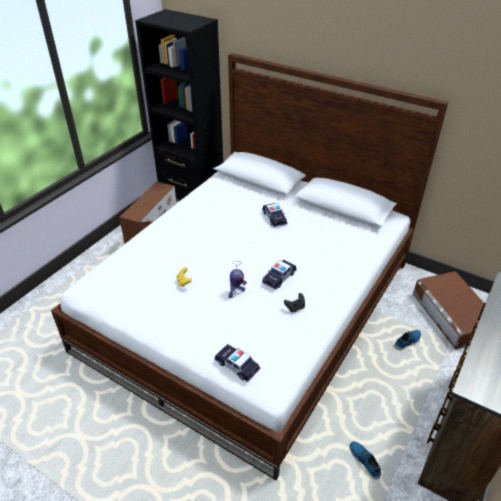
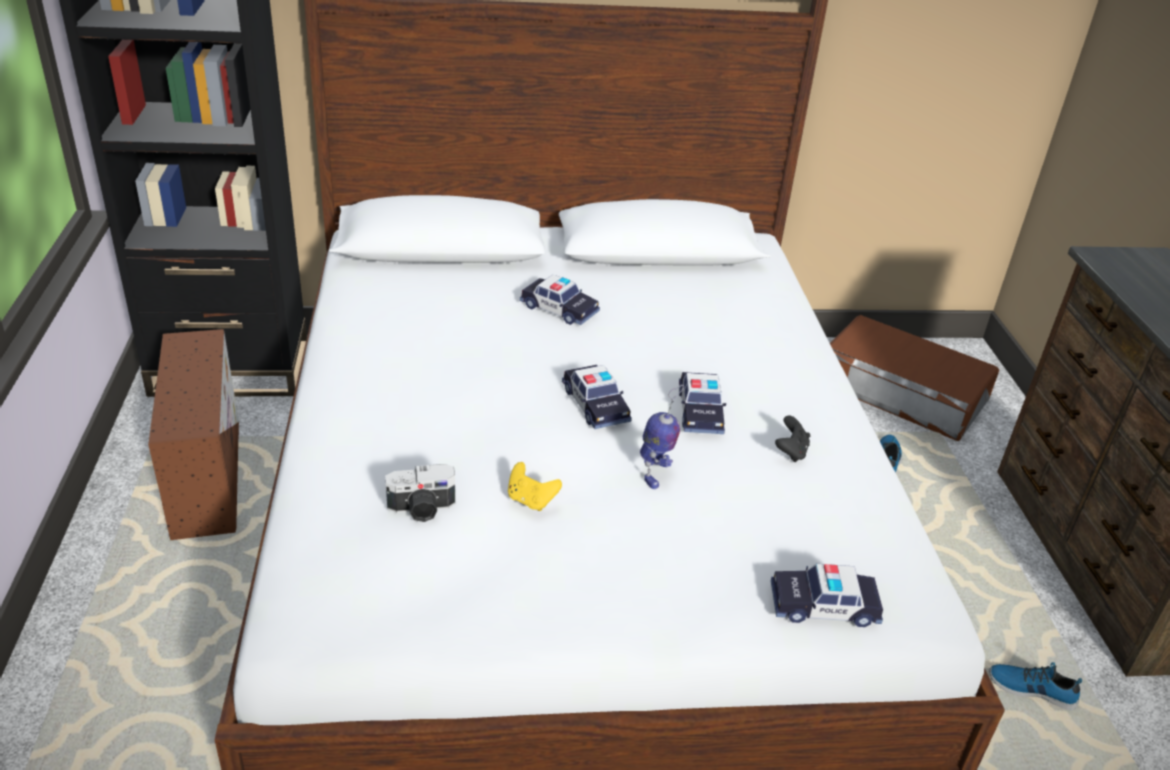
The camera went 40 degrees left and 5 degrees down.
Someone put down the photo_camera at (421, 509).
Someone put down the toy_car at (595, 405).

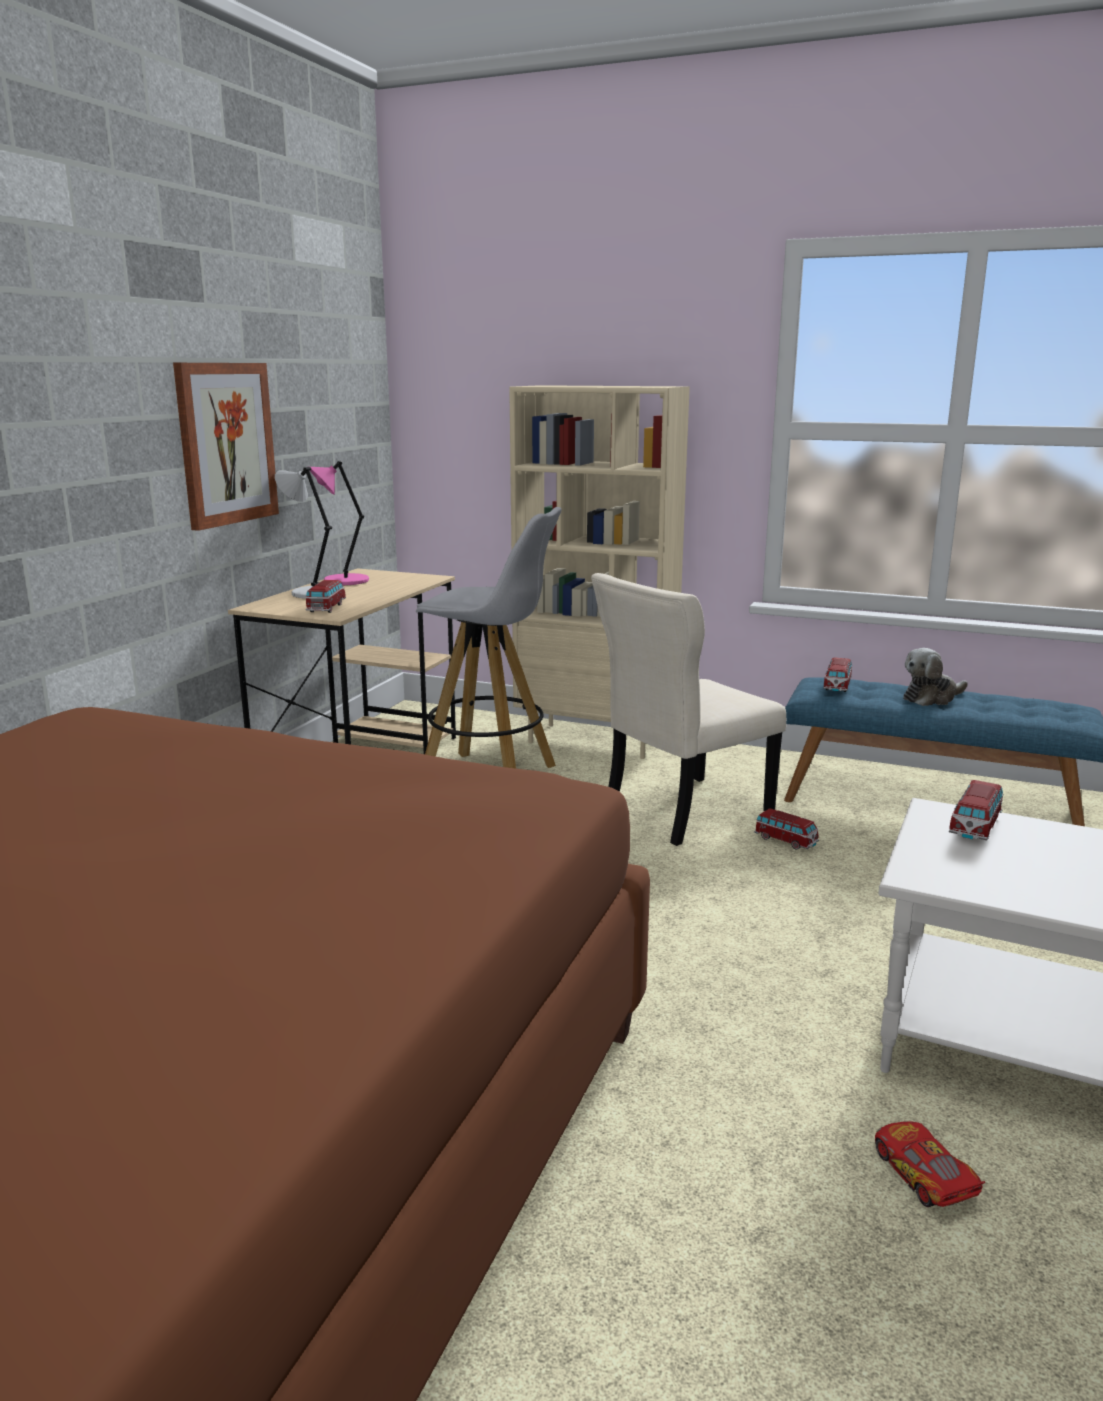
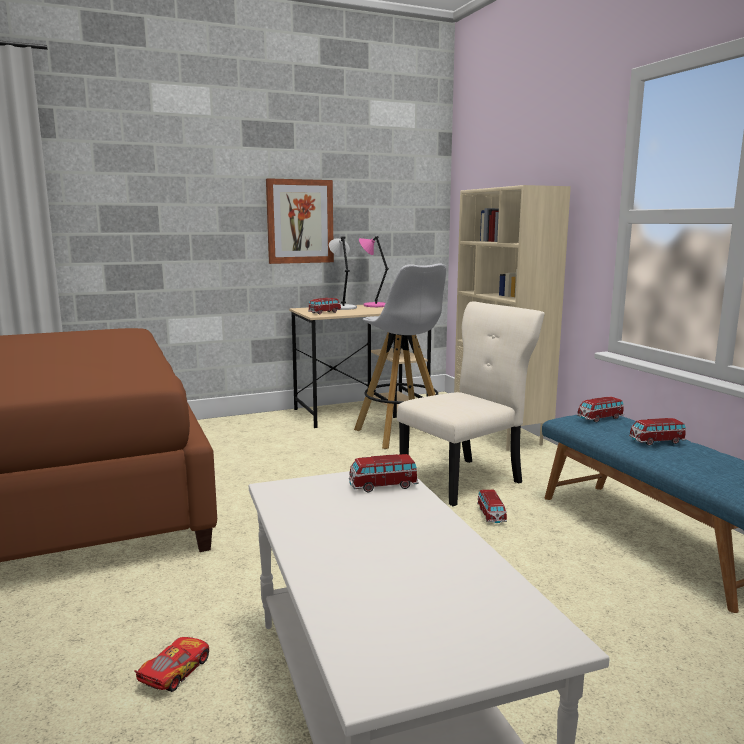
The camera went 45 degrees right and 5 degrees down.
Someone rotated the beige_chair at (682, 811) by 135 degrees clockwise.
Someone swapped the plush_toy at (931, 698) for the toy_car at (656, 441).

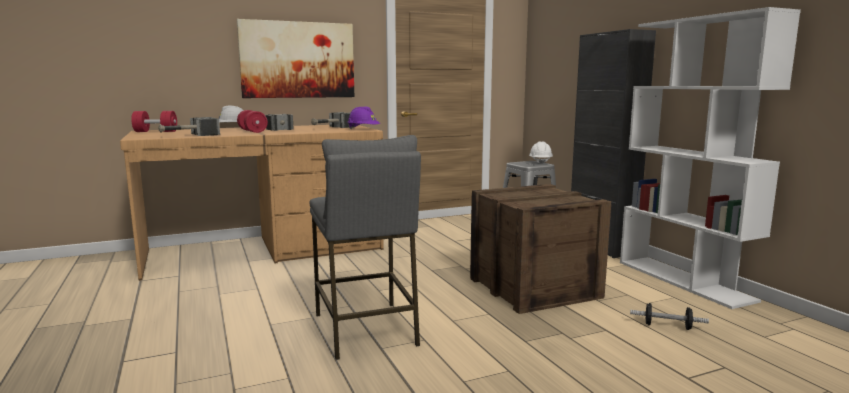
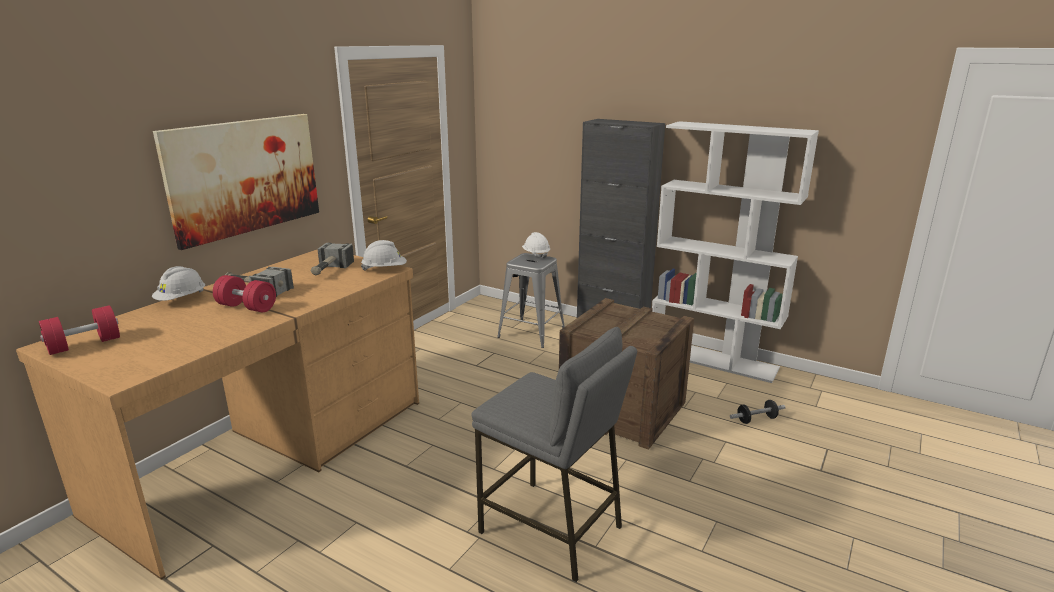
The camera went 35 degrees left and 10 degrees up.
Someone took away the hammer at (189, 135).
Someone repainted the purple_hard_hat at (363, 129), which became the white_hard_hat at (385, 270).

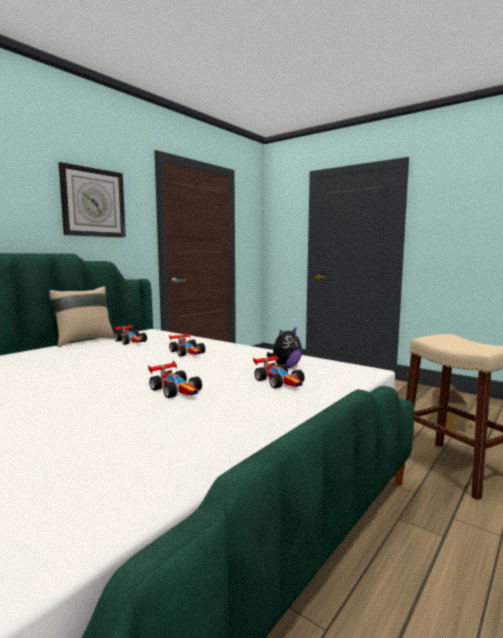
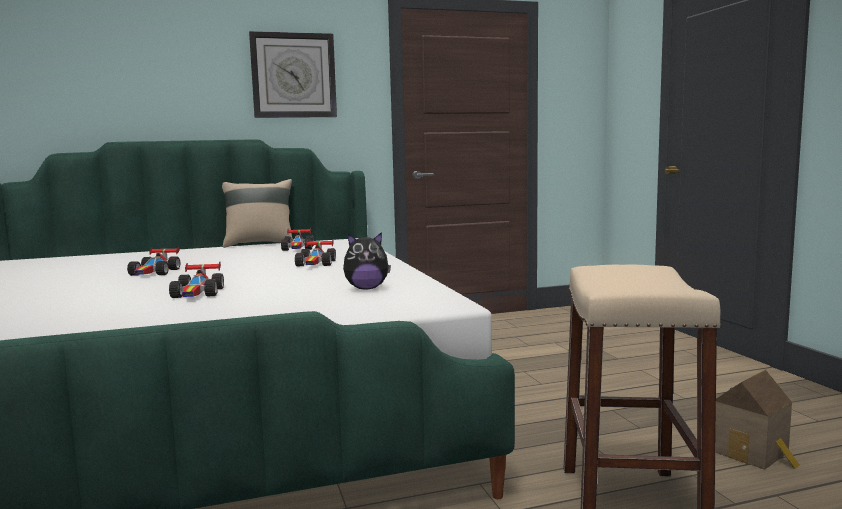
The camera went 35 degrees right and 0 degrees up.
Someone carried the toy_car from (280, 381) to (156, 272).

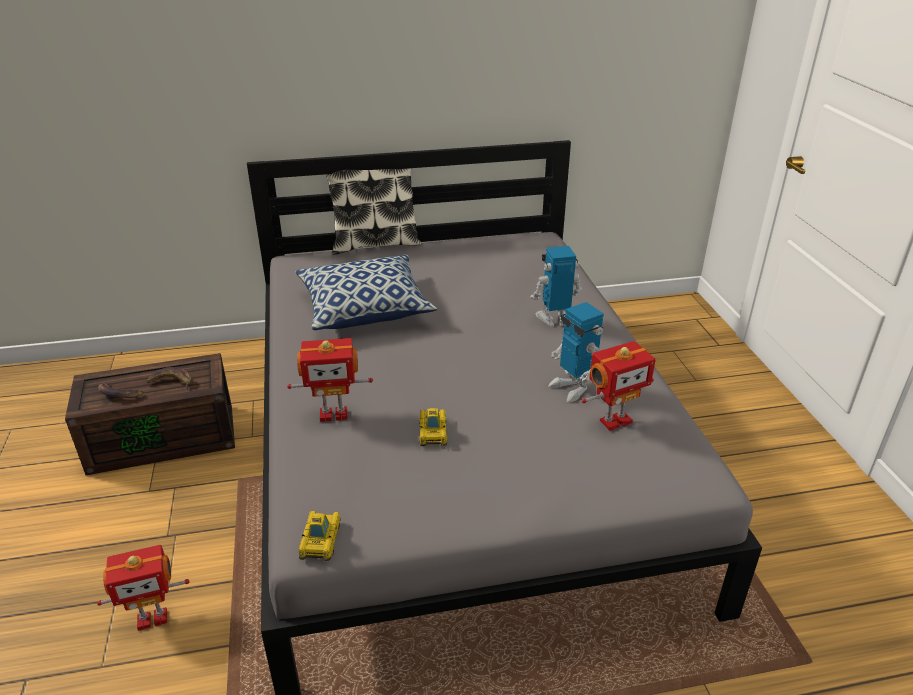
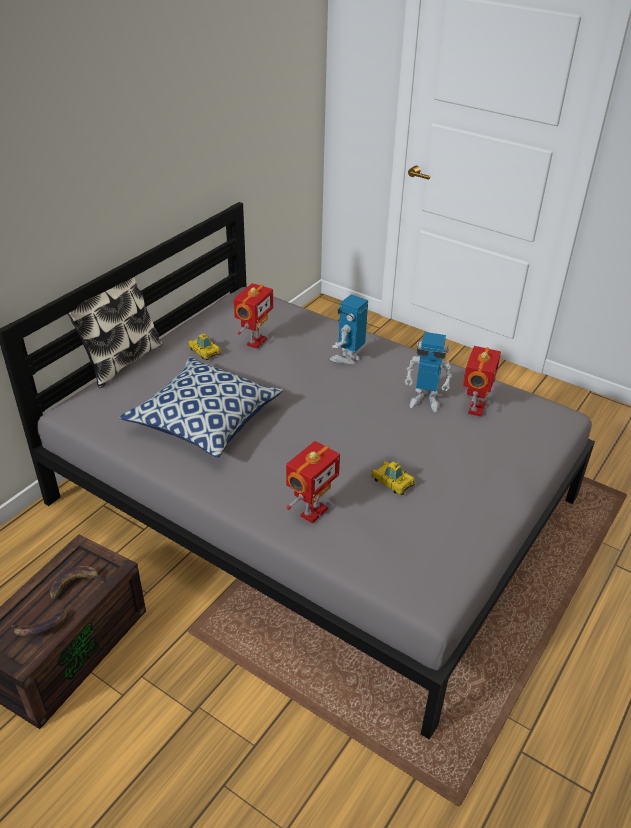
The camera went 45 degrees left and 5 degrees up.
Someone carried the toy_robot from (152, 617) to (255, 342).
Someone carried the toy_car from (320, 540) to (204, 351).

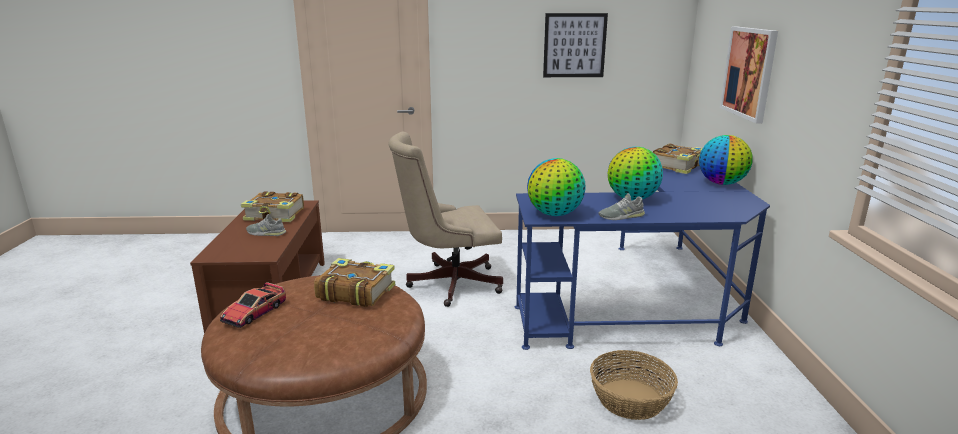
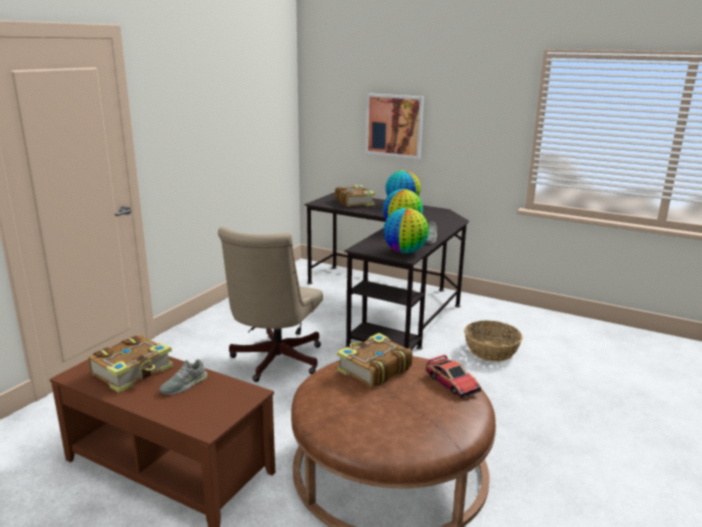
The camera went 60 degrees left and 0 degrees up.
Someone carried the toy_car from (254, 312) to (452, 383).
Someone repainted the blue_desk at (645, 300), which became the black_desk at (389, 304).
Someone took away the picture at (574, 45).

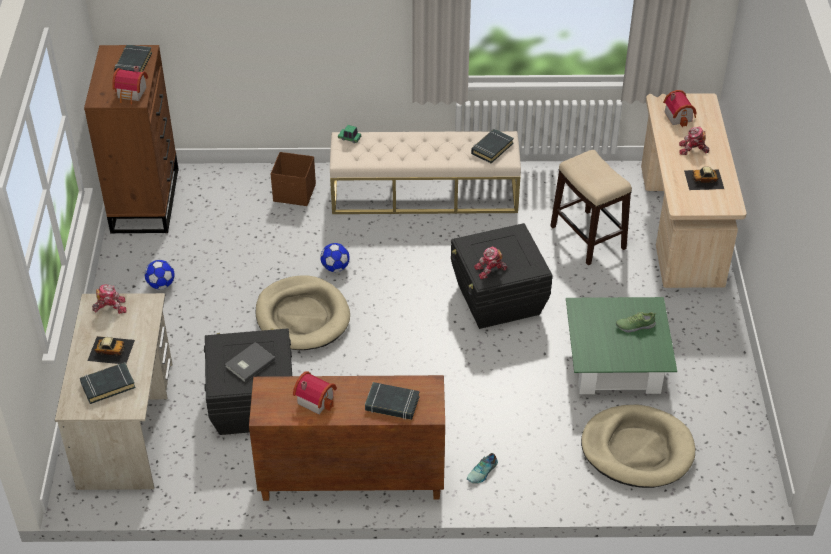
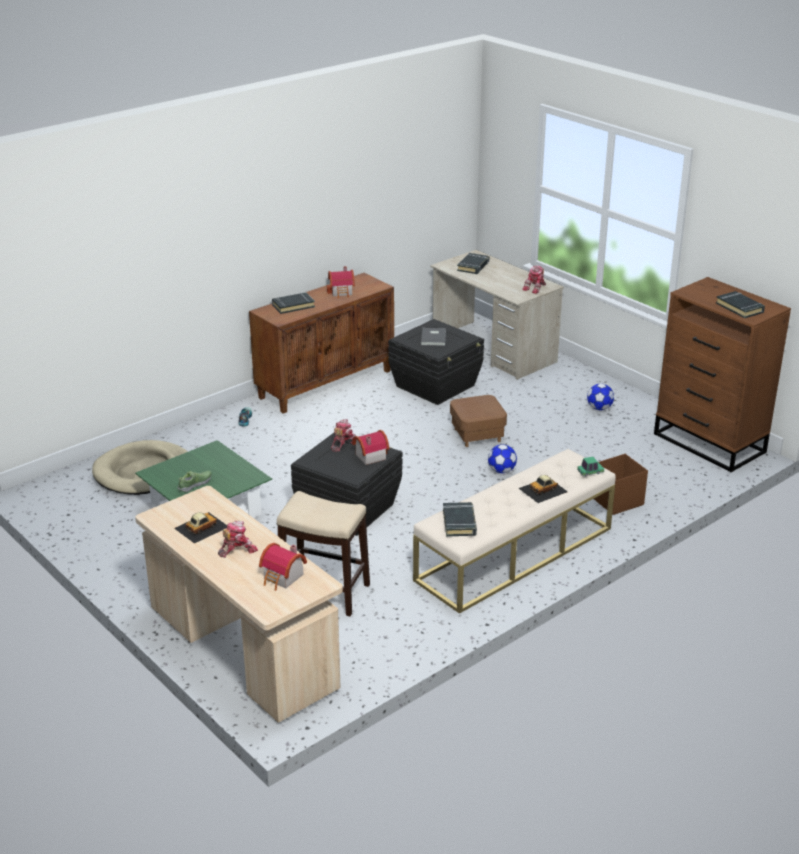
The camera went 140 degrees right and 15 degrees down.
Someone carried the toy_car from (111, 350) to (543, 490).
Someone carried the toy_house from (132, 94) to (369, 456).
Someone swapped the beige_dog_bed at (302, 316) for the brown_ottoman at (477, 435).

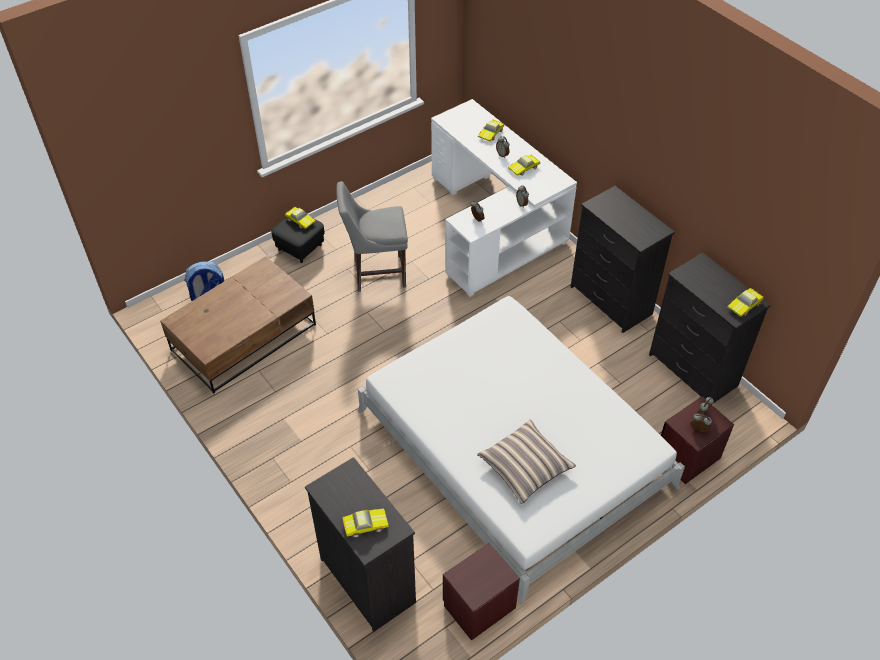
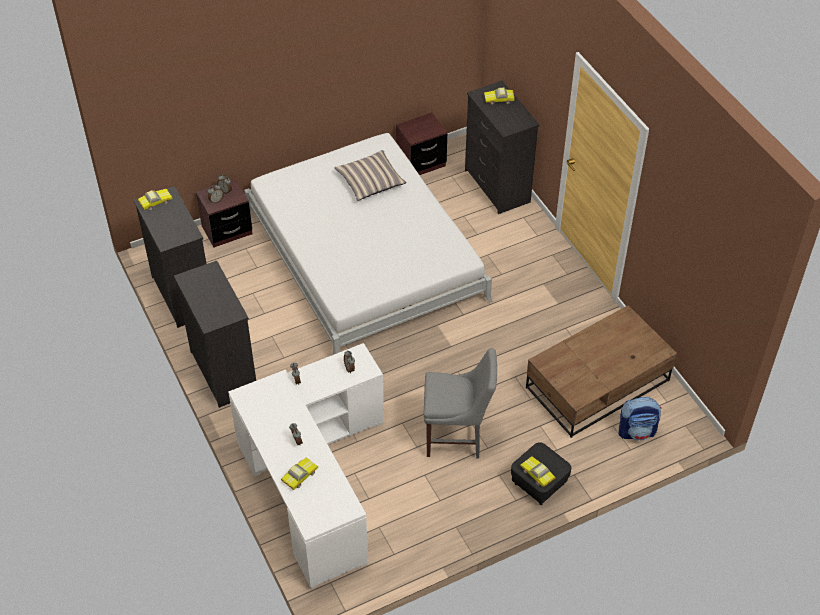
The camera went 170 degrees left and 0 degrees up.
Someone took away the toy_car at (524, 168).

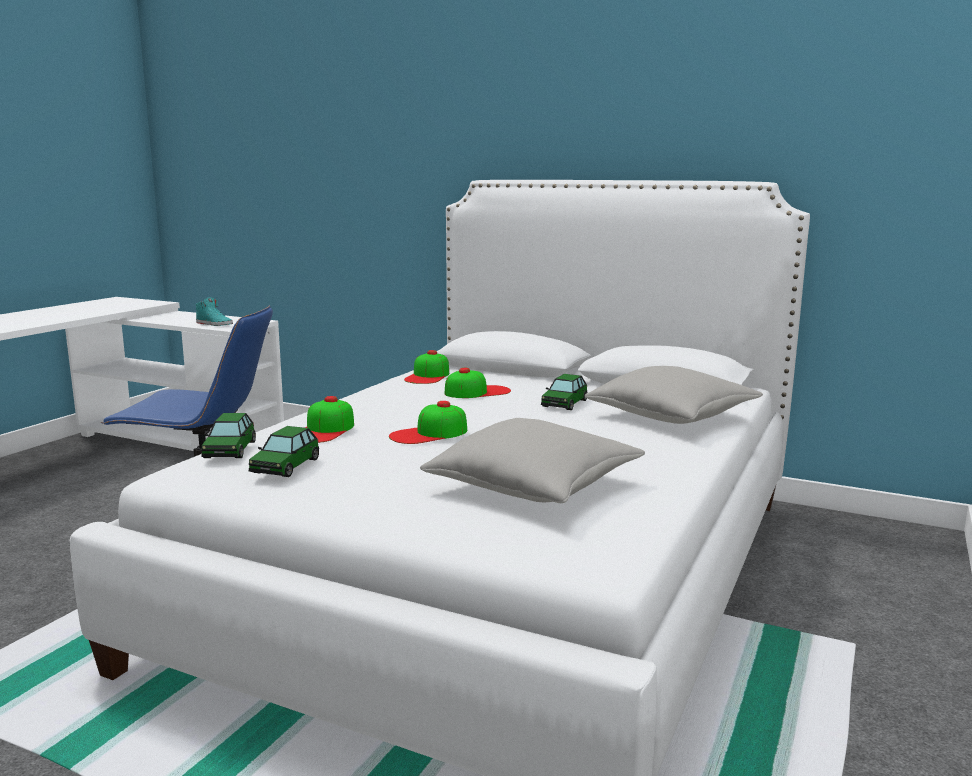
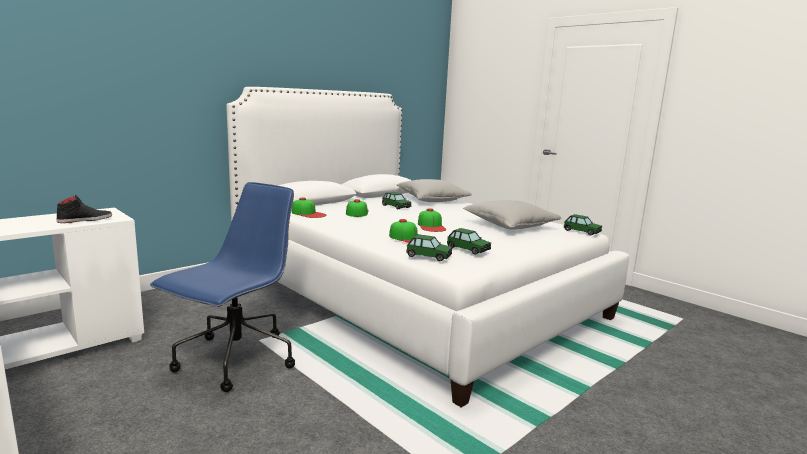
The camera went 70 degrees left and 0 degrees up.
Someone repainted the turquoise_shoe at (215, 324), which became the black_shoe at (85, 220).
Someone put down the toy_car at (582, 231).

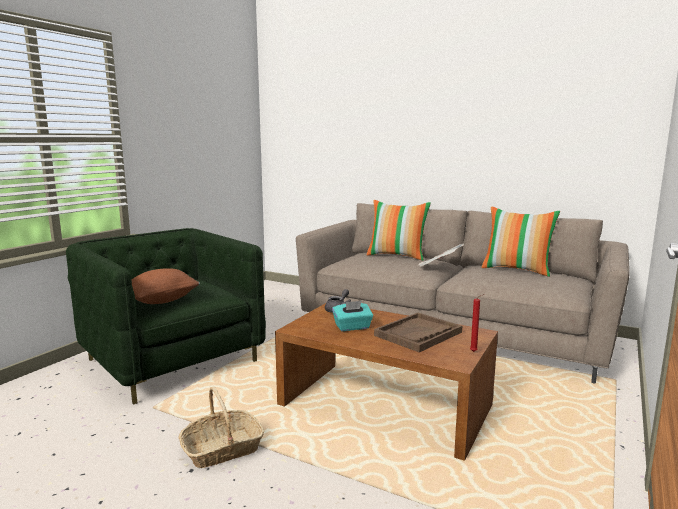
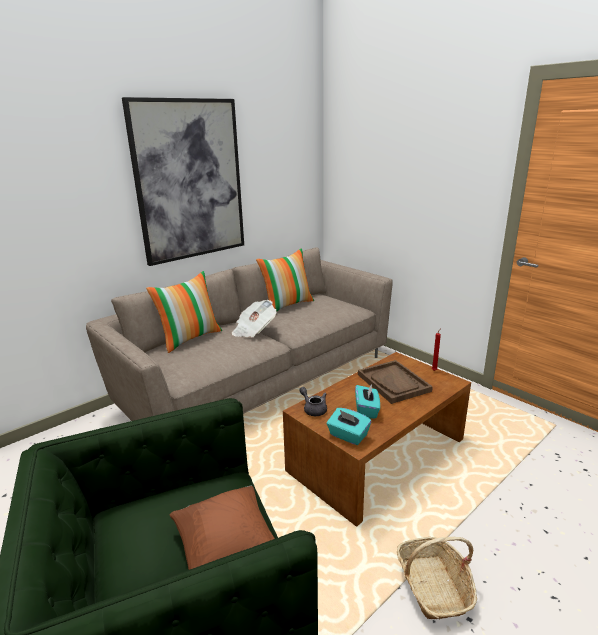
The camera went 70 degrees left and 10 degrees up.
Someone put up the picture at (189, 181).
Someone put down the turquoise_tissue_box at (348, 436).

